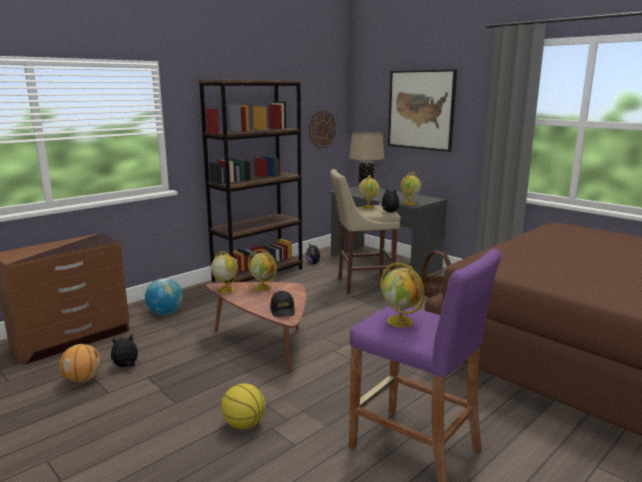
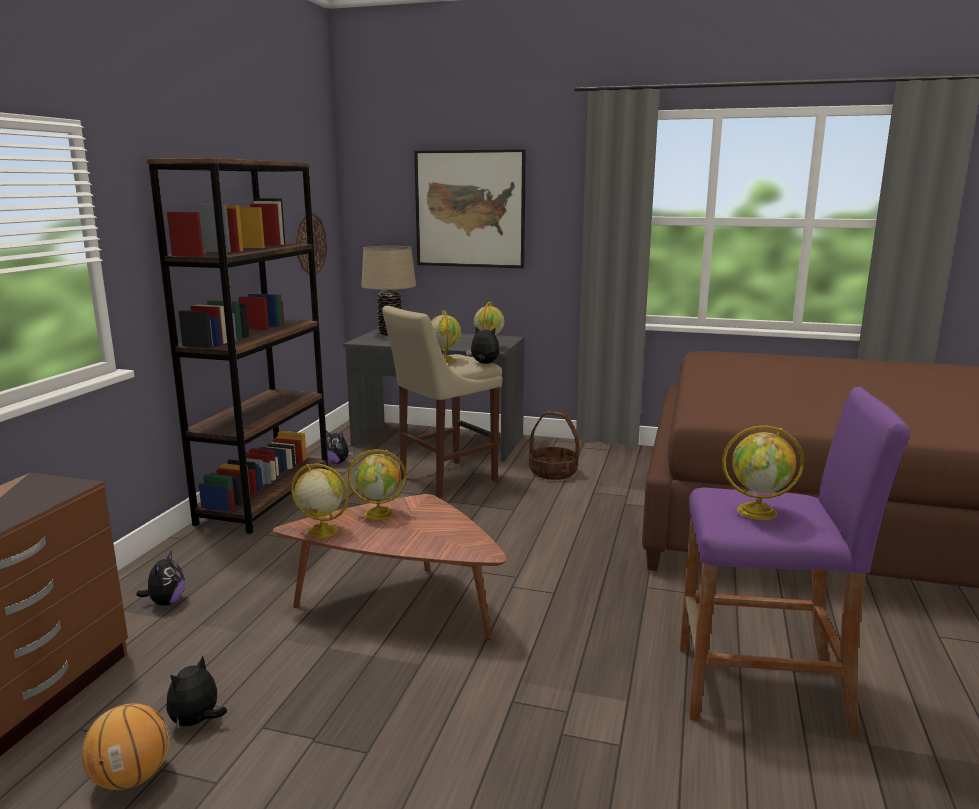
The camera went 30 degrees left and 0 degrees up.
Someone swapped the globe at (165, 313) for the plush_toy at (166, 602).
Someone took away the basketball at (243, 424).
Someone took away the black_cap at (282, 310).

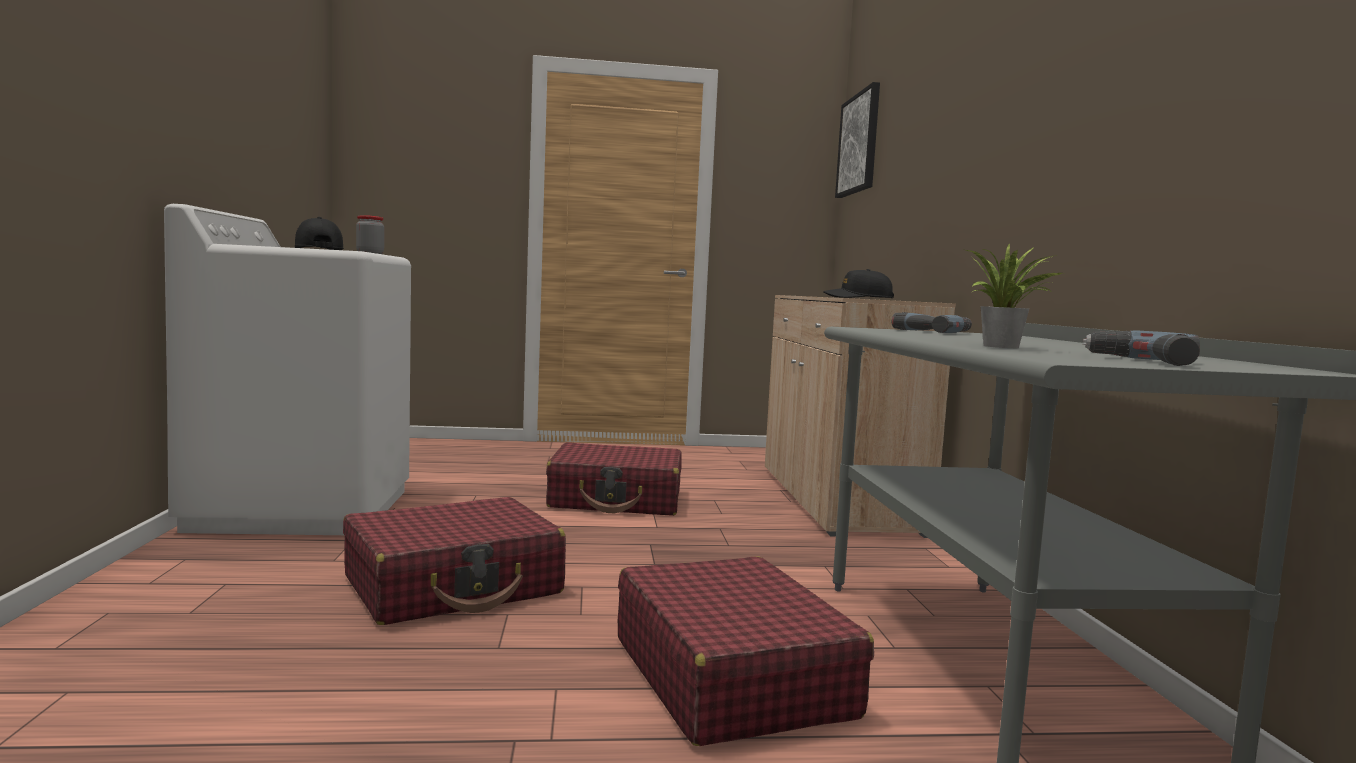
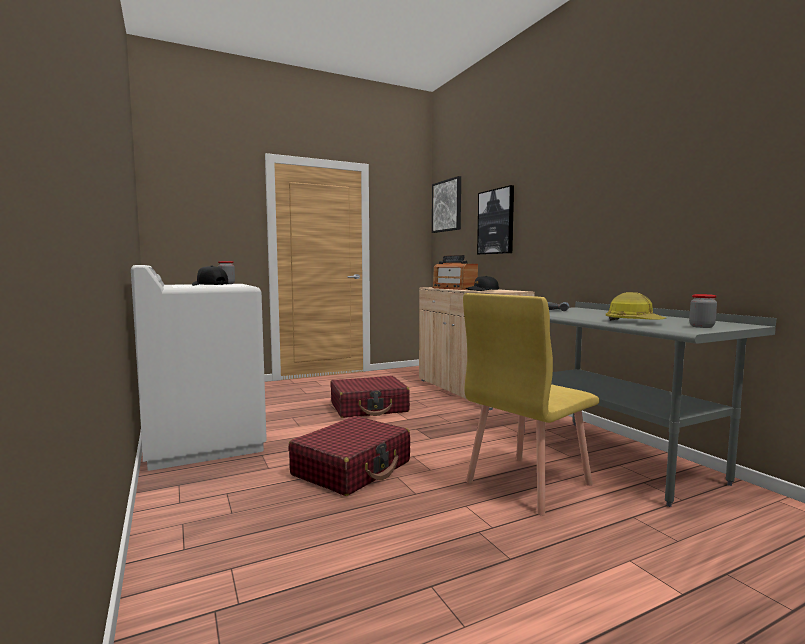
The camera went 20 degrees left and 0 degrees up.
Someone swapped the red_suitcase at (731, 676) for the yellow_chair at (527, 483).
Someone swapped the potted_plant at (1004, 347) for the hard_hat at (633, 322).
Someone swapped the power_drill at (1144, 361) for the jar at (701, 326).
Someone put down the radio at (454, 288).
Someone put up the picture at (496, 222).

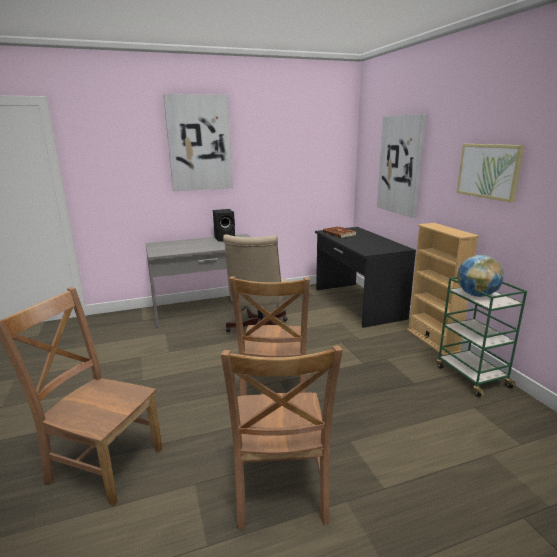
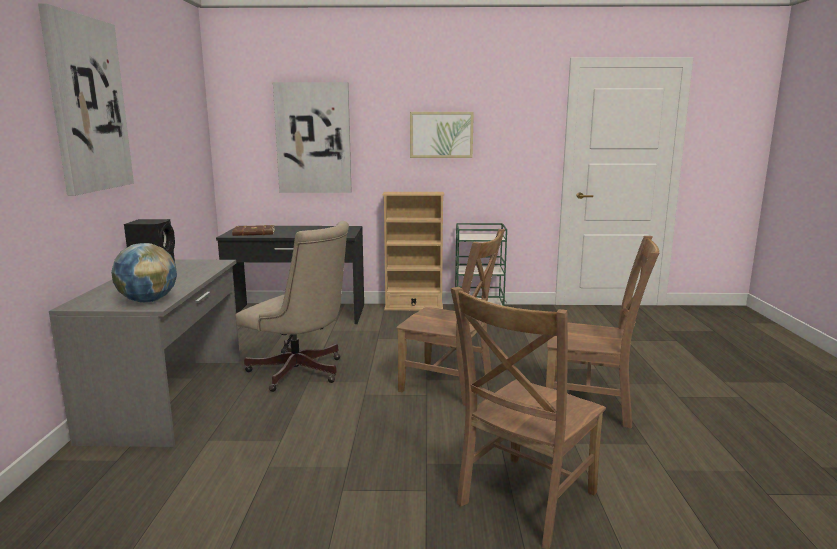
The camera went 70 degrees left and 5 degrees down.
Someone carried the globe from (476, 295) to (148, 301).

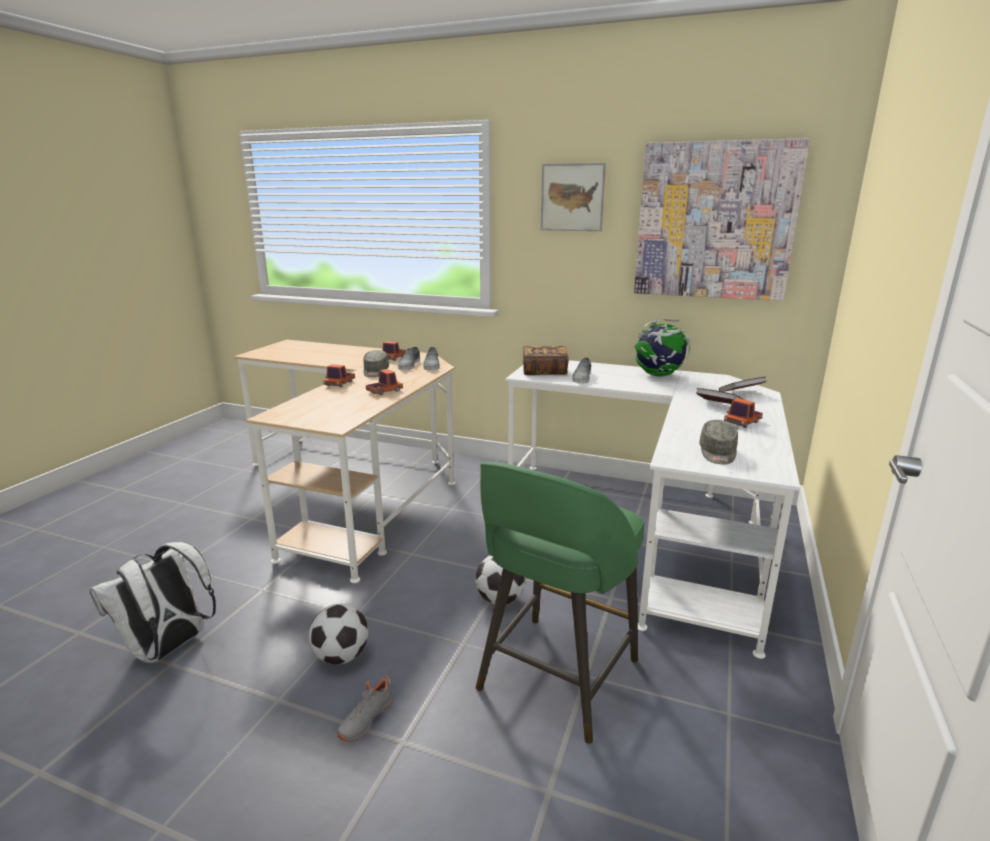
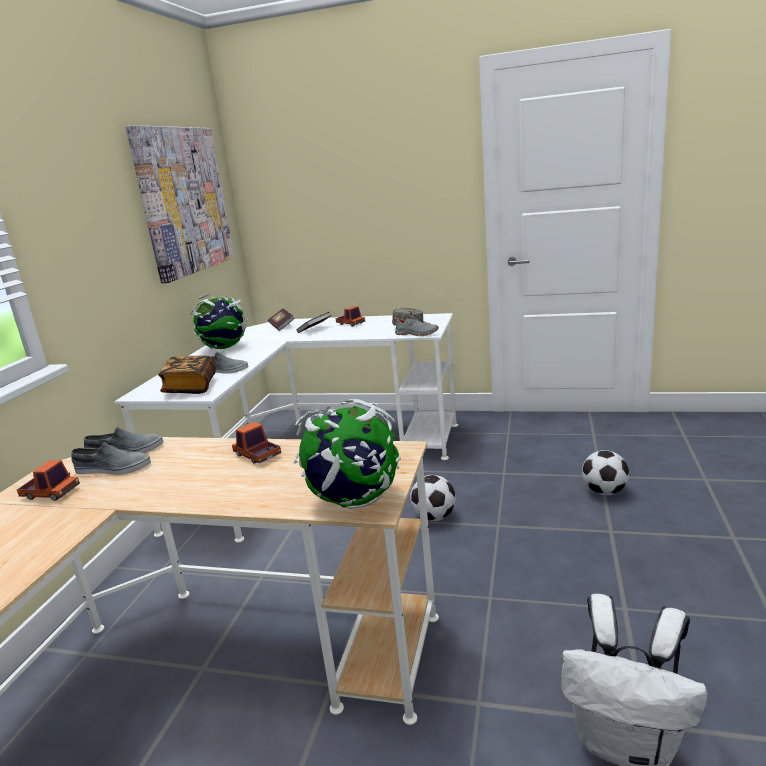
The camera went 95 degrees left and 0 degrees up.
Someone carried the football from (341, 657) to (604, 492).
Someone took away the toy_truck at (339, 383).
Someone carried the grey_shoe from (365, 718) to (416, 334).
Someone took away the grey_cap at (375, 372).
Someone took away the green_stool at (555, 678).
Someone took away the picture at (572, 197).
Someone put down the globe at (354, 500).

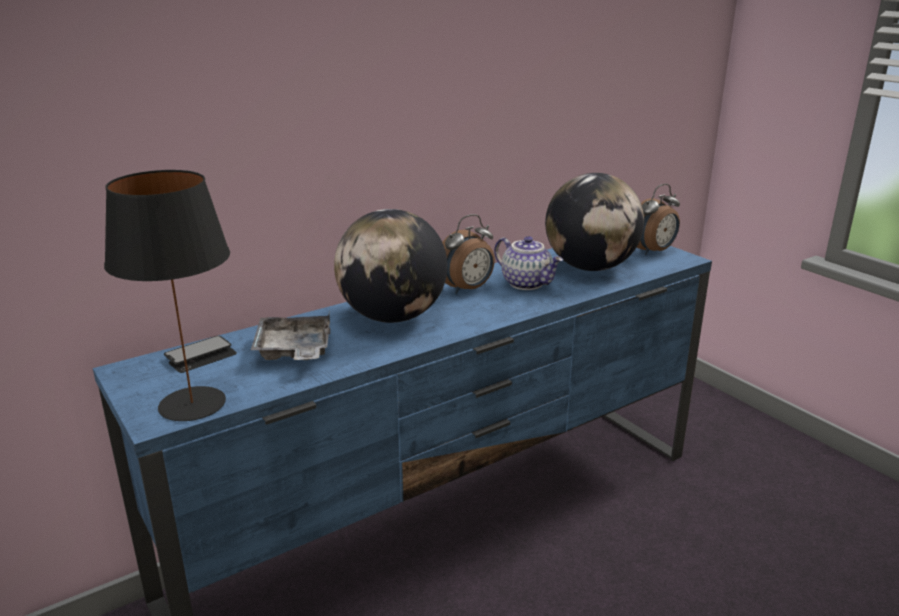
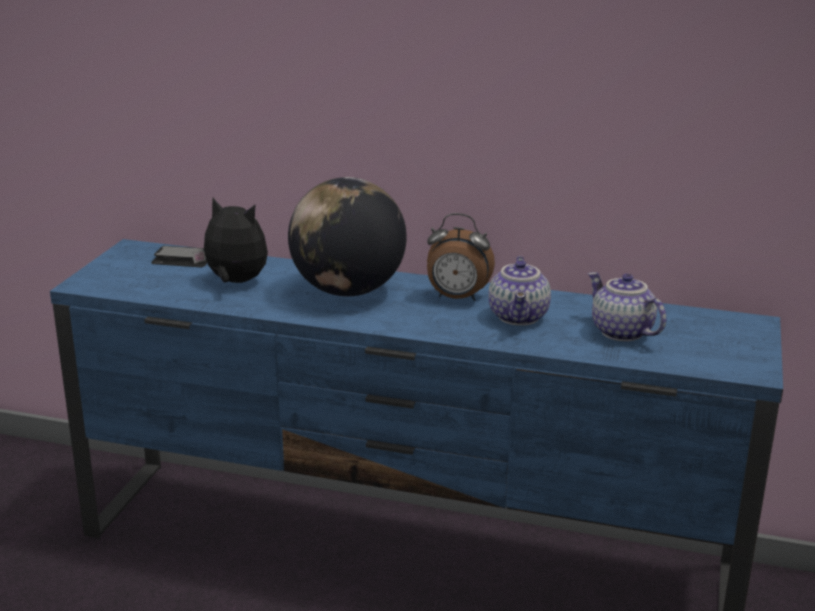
The camera went 50 degrees right and 0 degrees up.
Someone took away the black_table_lamp at (191, 403).
Someone swapped the grey_tray at (294, 351) for the plush_toy at (234, 282).
Someone swapped the globe at (590, 267) for the teapot at (620, 332).
Someone took away the alarm_clock at (653, 251).

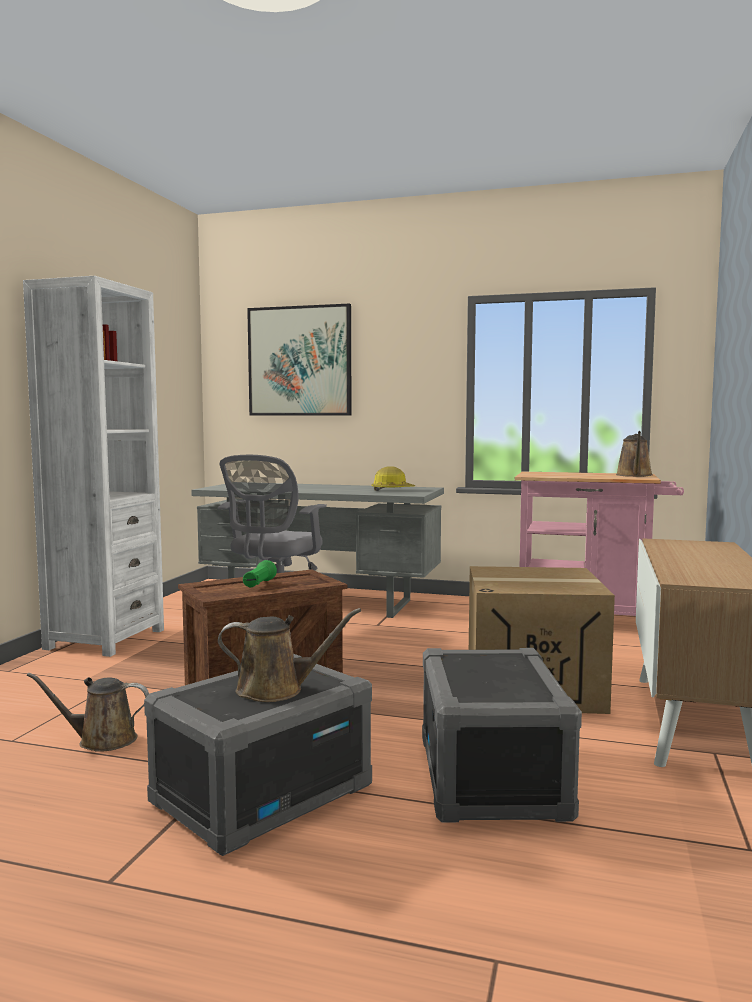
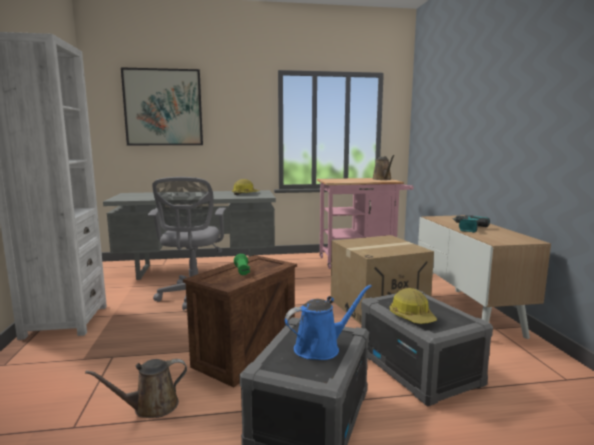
The camera went 25 degrees left and 5 degrees up.
Someone repainted the brown_watering_can at (277, 690), which became the blue_watering_can at (321, 348).
Someone put down the hard_hat at (412, 317).
Someone put down the power_drill at (467, 228).

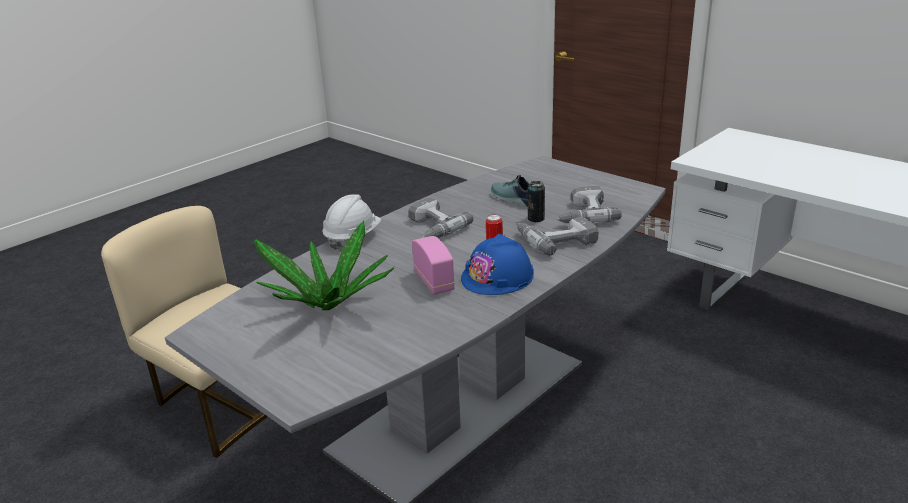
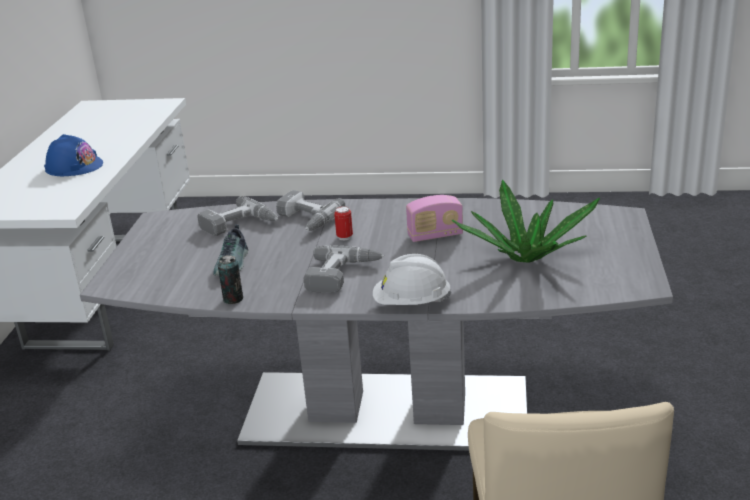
The camera went 125 degrees left and 0 degrees up.
Someone rotated the radio at (434, 281) by 135 degrees counterclockwise.
Someone carried the blue_hard_hat from (497, 277) to (74, 166).
Someone carried the can from (536, 218) to (233, 299).

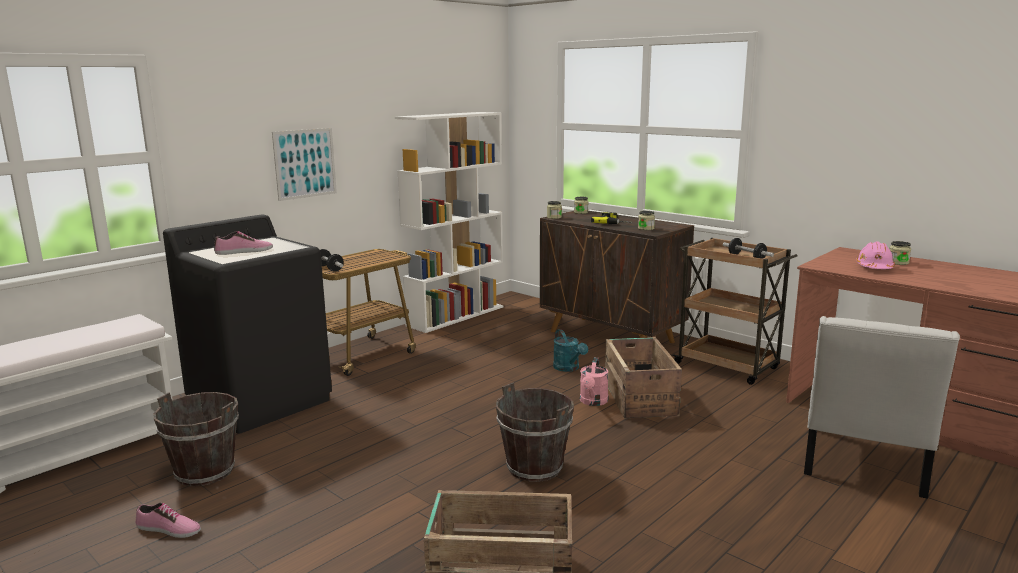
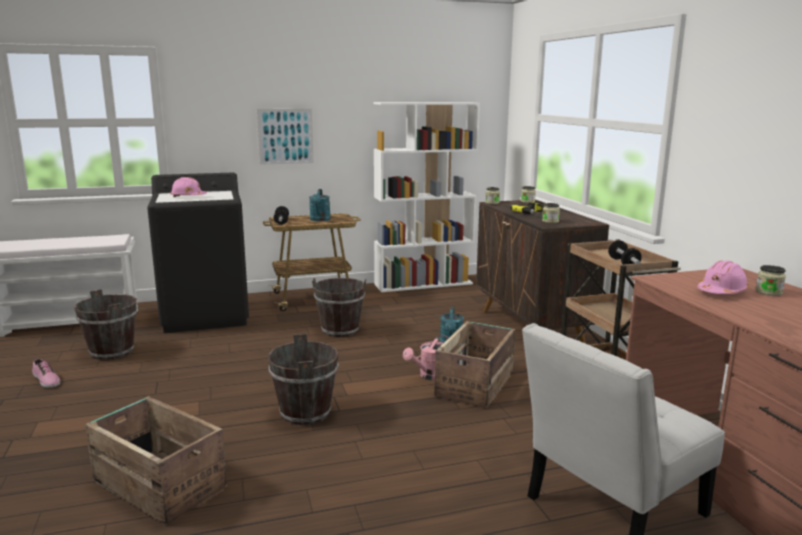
The camera went 30 degrees right and 0 degrees up.
Someone swapped the shoe at (244, 251) for the pink_hard_hat at (188, 197).
Someone put down the turquoise_watering_can at (319, 220).
Someone put down the brown_bucket at (340, 330).

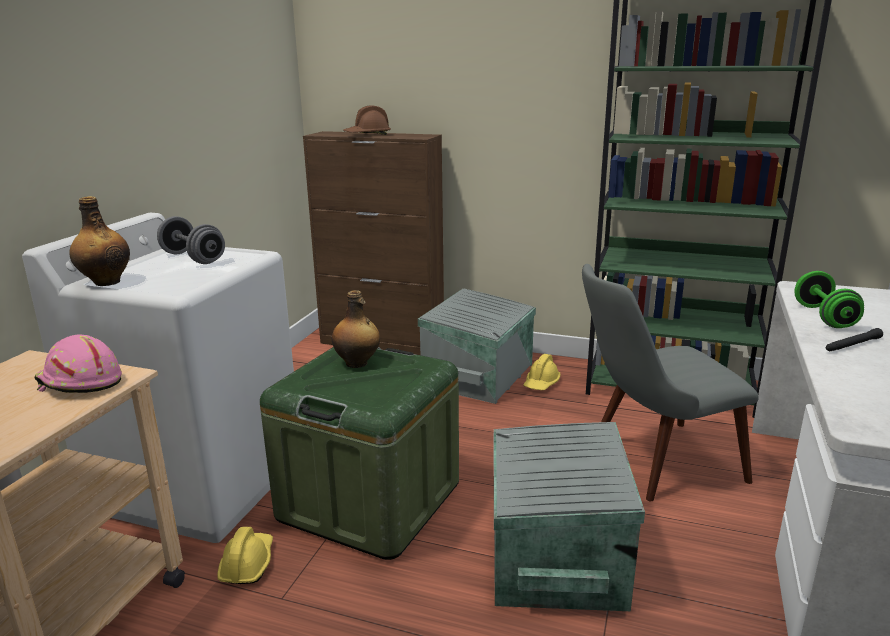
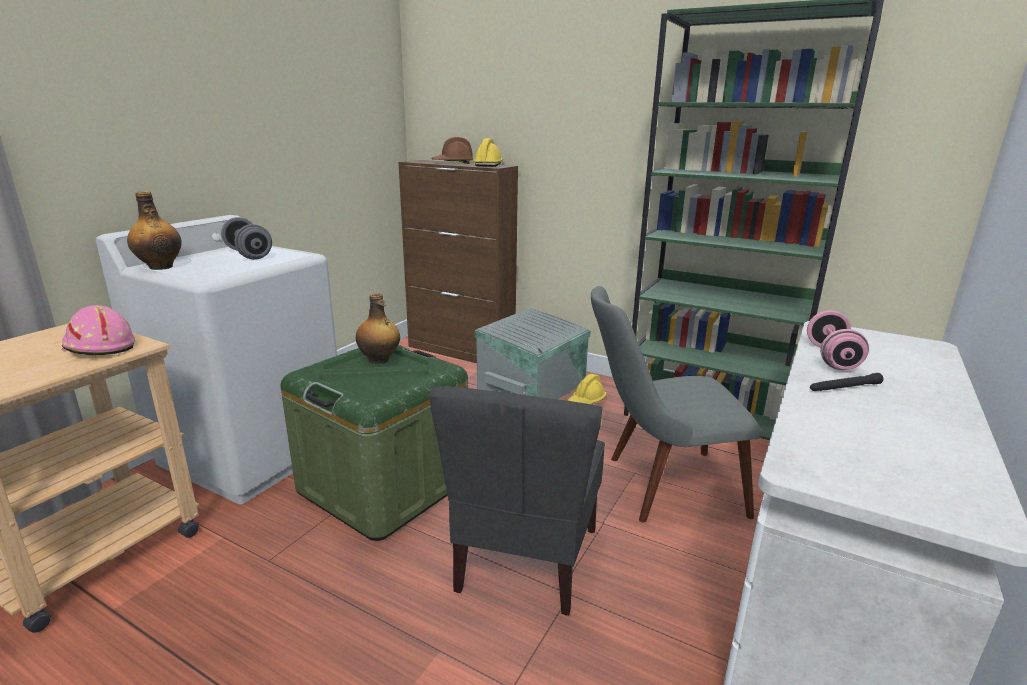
The camera went 10 degrees right and 0 degrees up.
Someone carried the yellow_hard_hat from (247, 564) to (489, 165).
Someone swapped the grey_storage_box at (552, 555) for the grey_chair at (525, 559).
Someone repainted the green_dumbbell at (823, 317), which became the pink_dumbbell at (831, 358).

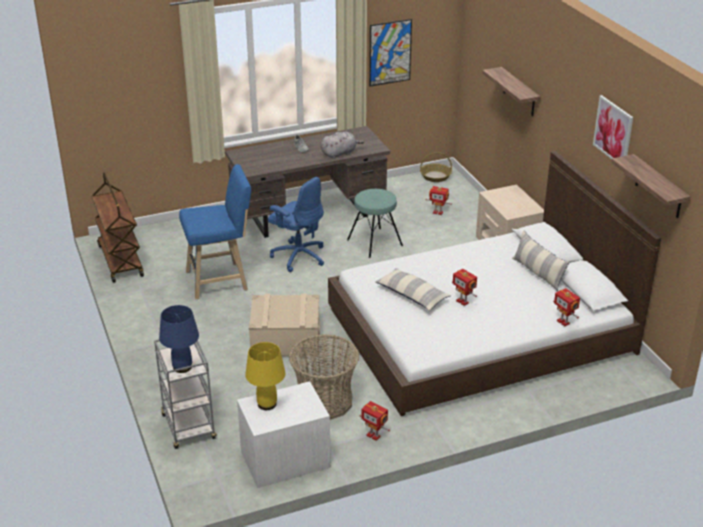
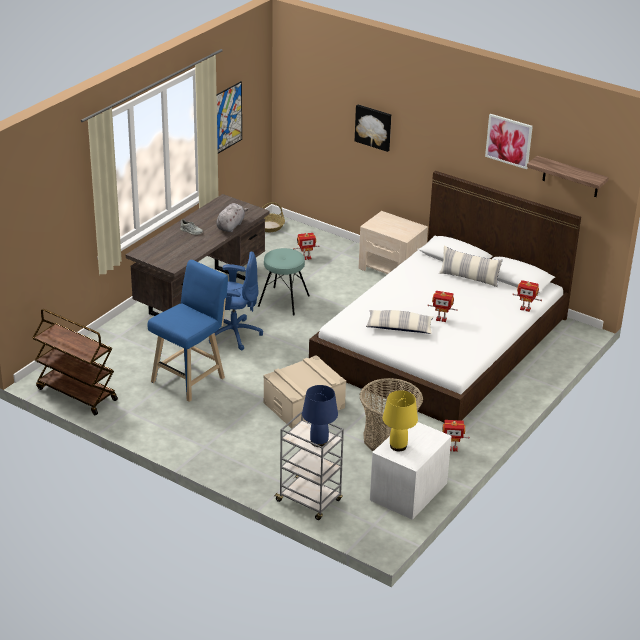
The camera went 35 degrees left and 0 degrees up.
Someone swapped the shelf at (519, 92) for the picture at (373, 127).

